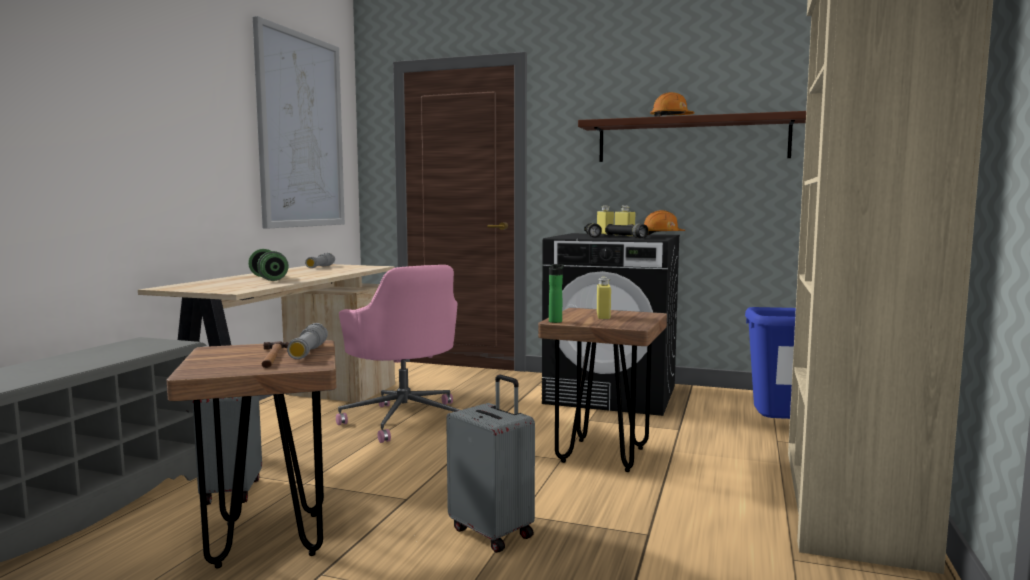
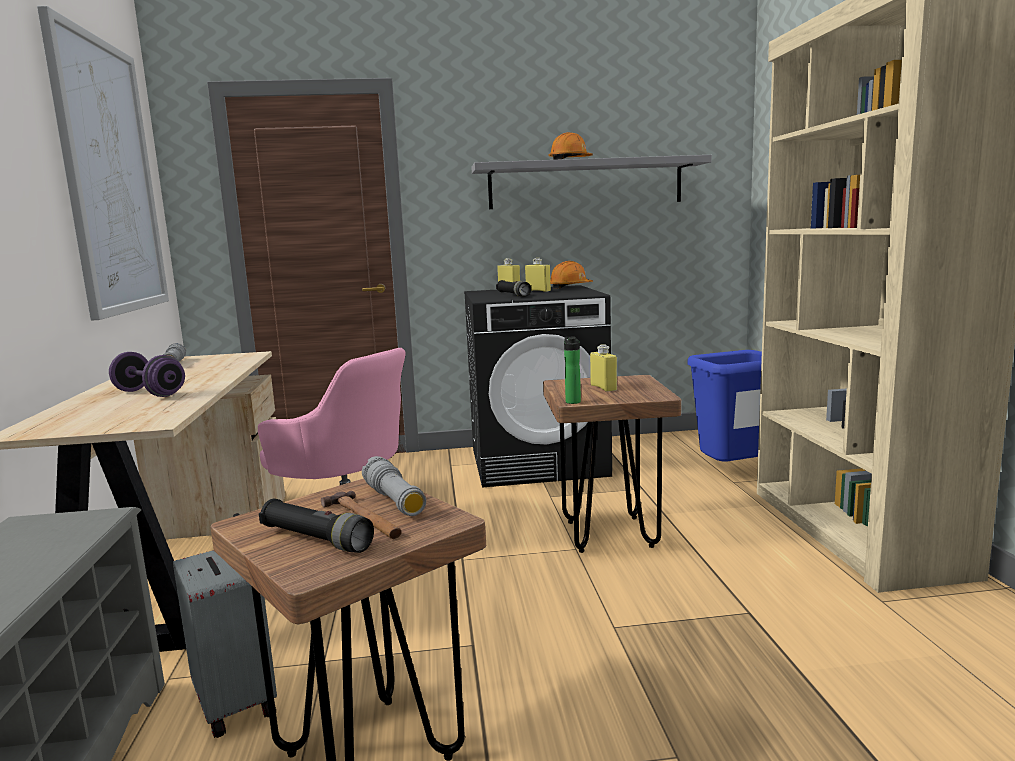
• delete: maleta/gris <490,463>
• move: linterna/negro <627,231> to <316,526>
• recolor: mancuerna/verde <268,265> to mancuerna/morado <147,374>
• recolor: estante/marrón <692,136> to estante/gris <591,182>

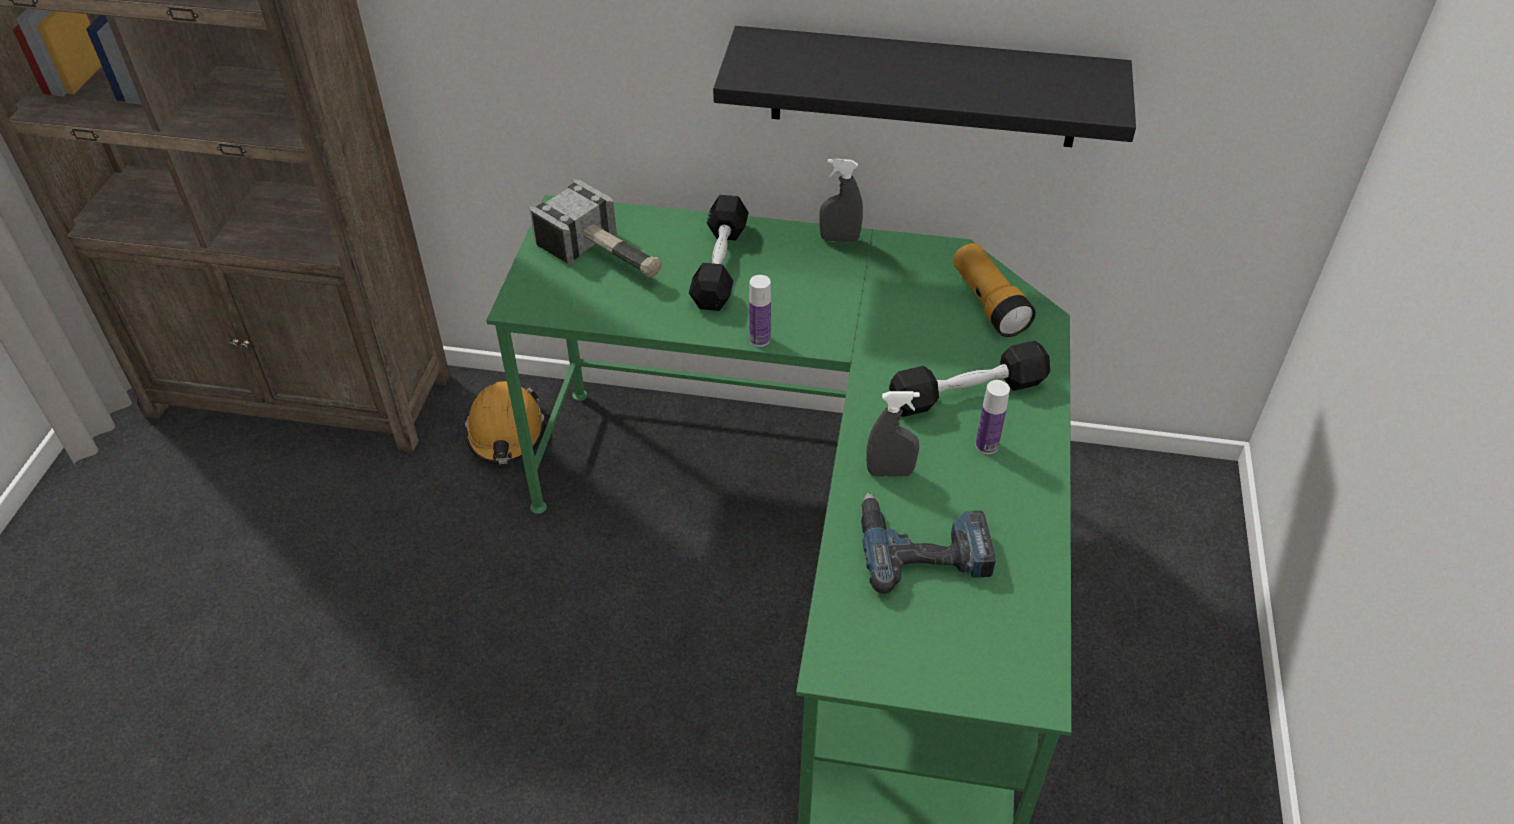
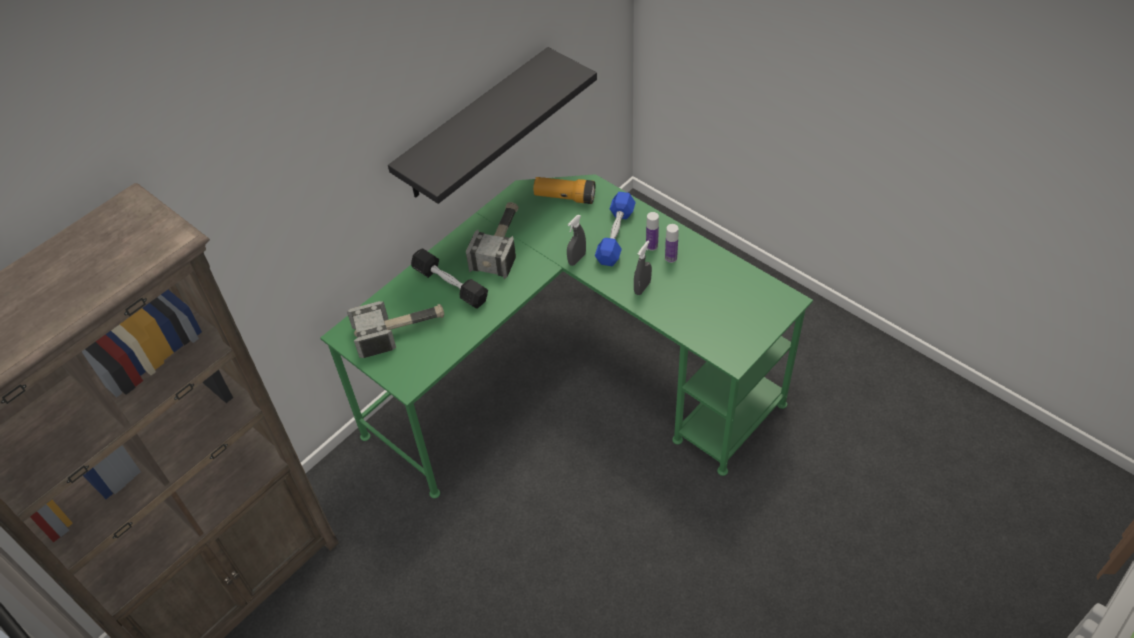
• delete: casco/naranja <504,422>
• delete: taladro <928,543>
• insert: martillo <492,240>
• move: botella <760,311> to <672,243>
• move: pulverizador/gris <841,200> to <576,240>
• recolor: mancuerna/negro <969,379> to mancuerna/azul <615,229>

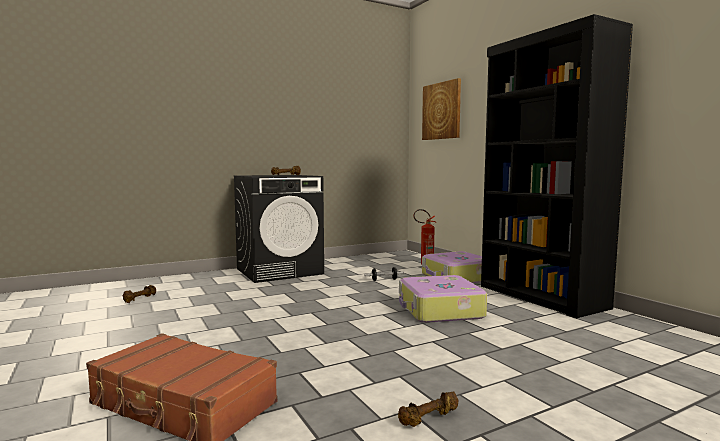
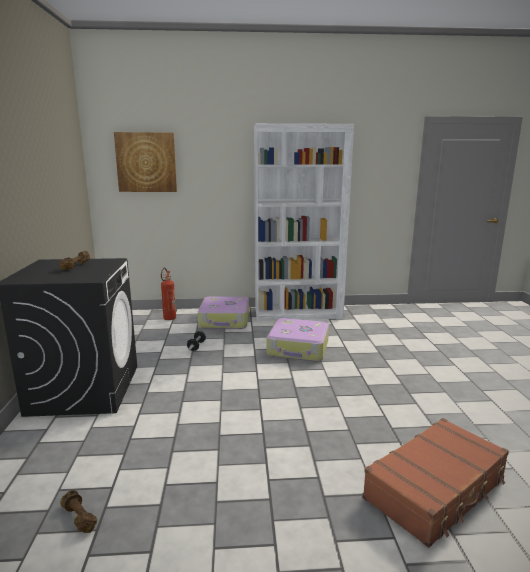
• delete: mancuerna/marrón <428,409>
• recolor: estantería/negro <557,166> to estantería/blanco <304,222>

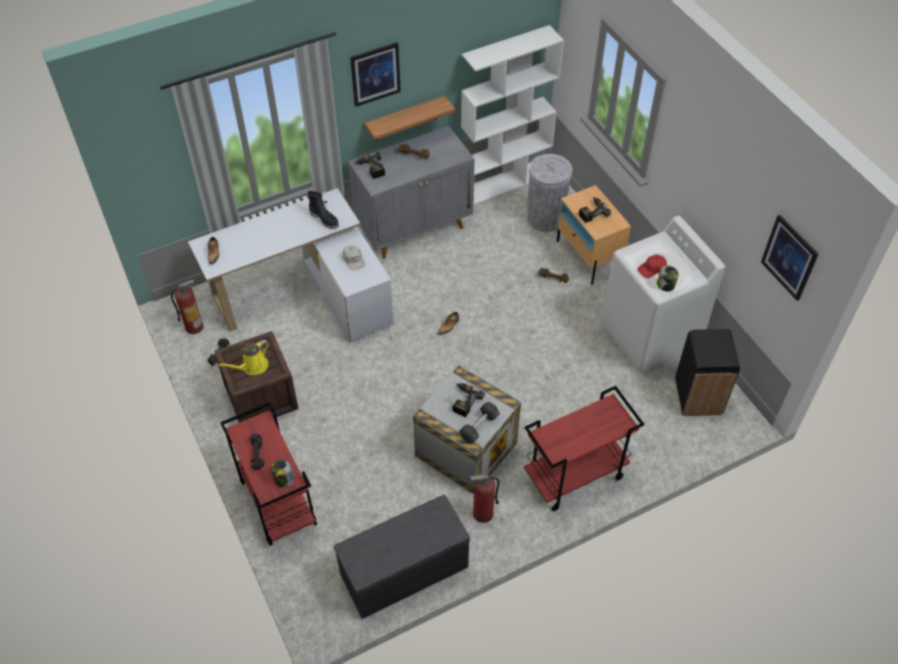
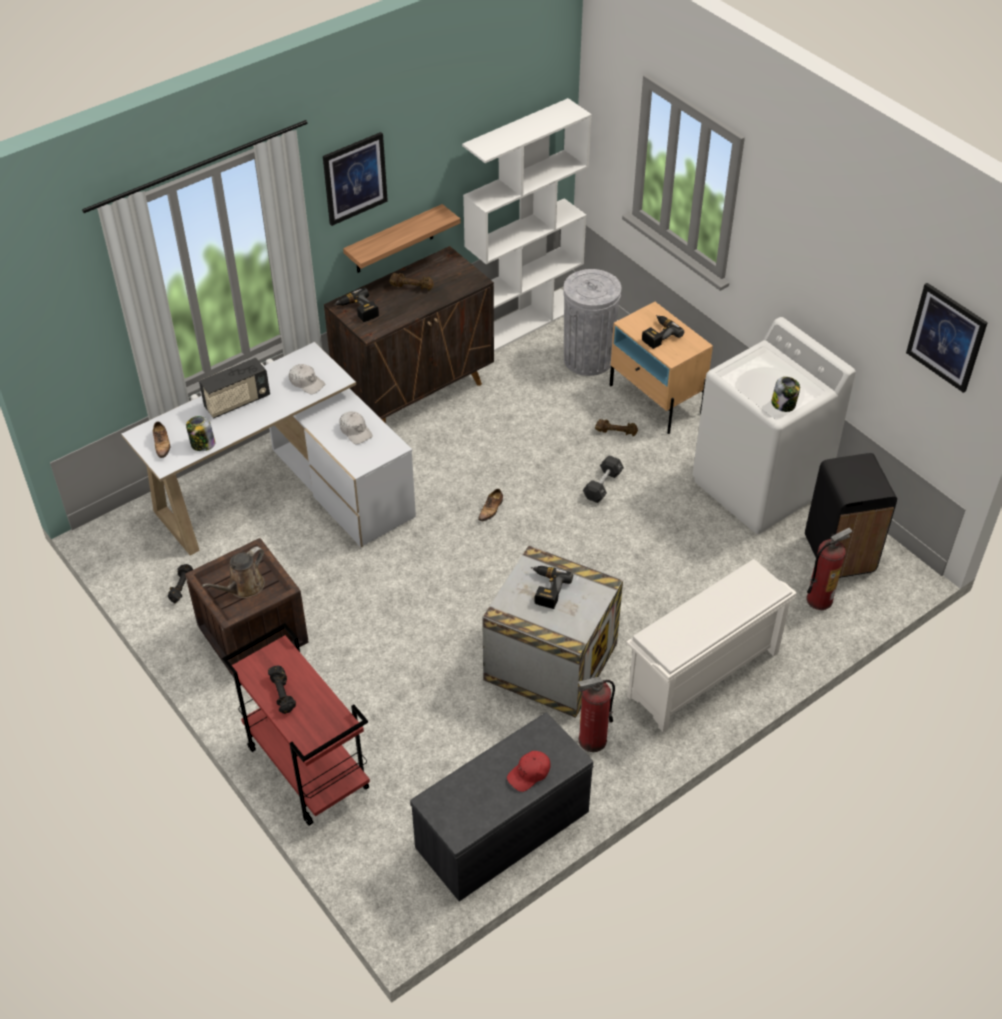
• insert: radio <234,388>
• move: extintor <187,307> to <830,569>
• move: tarro <283,474> to <200,433>
• move: mancuerna/negro <479,422> to <603,479>
• move: gorra/rojo <652,266> to <529,771>
• replace: bota/negro <323,210> to gorra/blanco <307,379>
• replace: carrito/rojo <584,449> to zapatero/blanco <711,645>
• recolor: regadera/amarillo <244,357> to regadera/marrón <233,572>
• recolor: armario/gris <411,192> to armario/marrón <409,334>

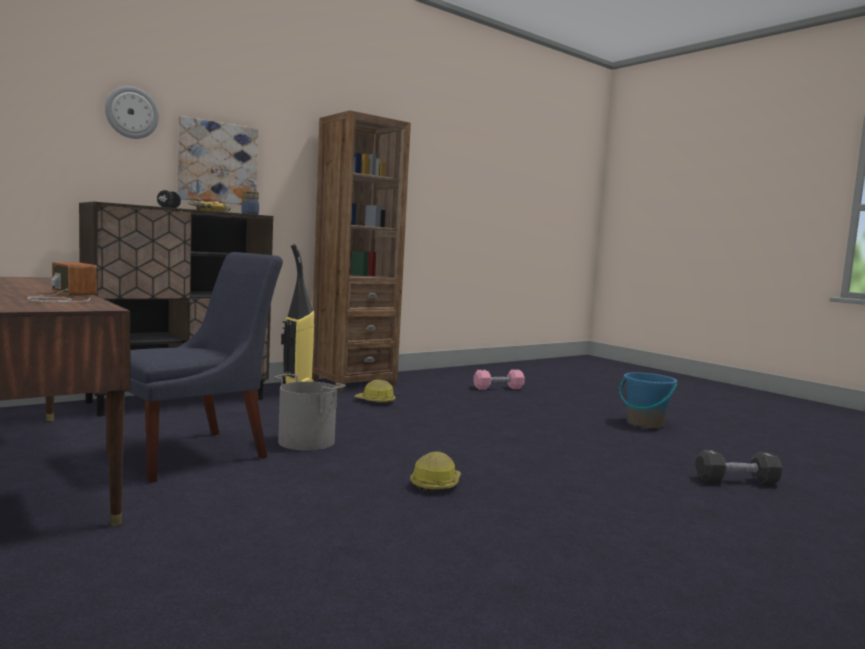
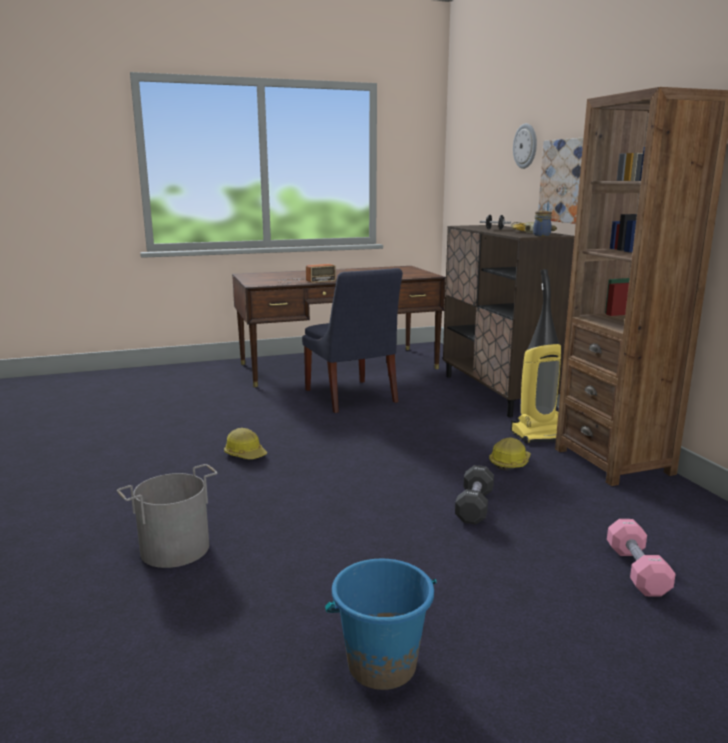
• move: cubo/gris <310,412> to <167,516>
• move: mancuerna/negro <739,467> to <474,494>

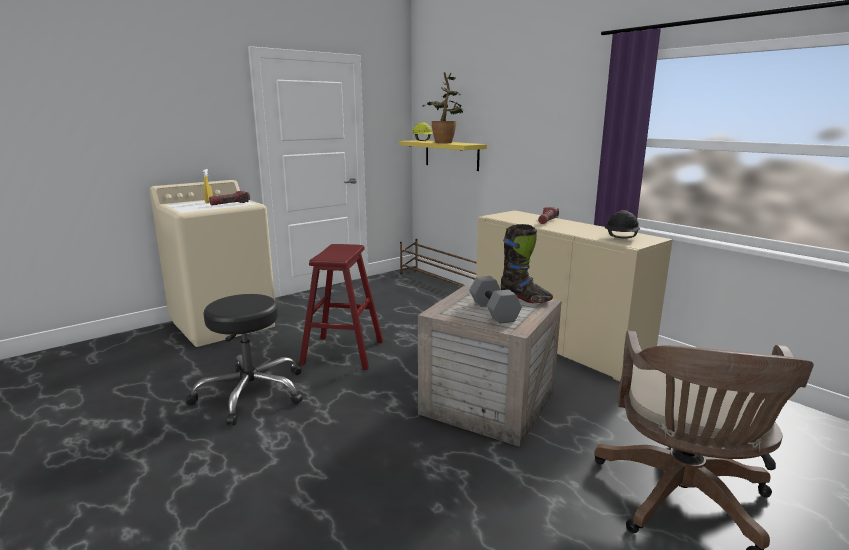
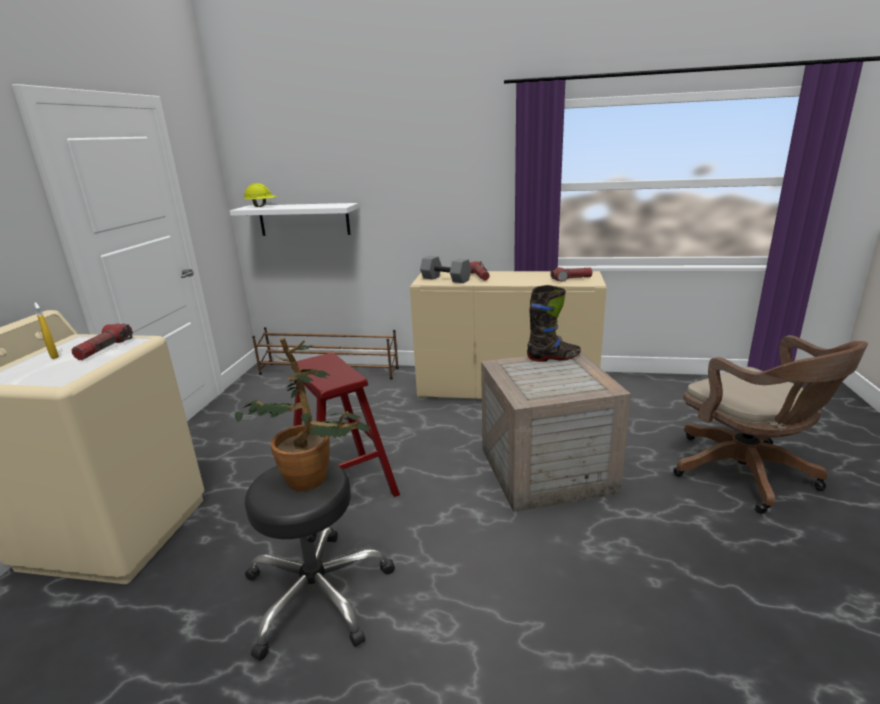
• move: planta en maceta <442,107> to <303,414>
• move: mancuerna/gris <496,300> to <445,269>
• replace: casco/negro <622,224> to linterna <571,274>
• recolor: estante/amarillo <443,155> to estante/blanco <294,219>

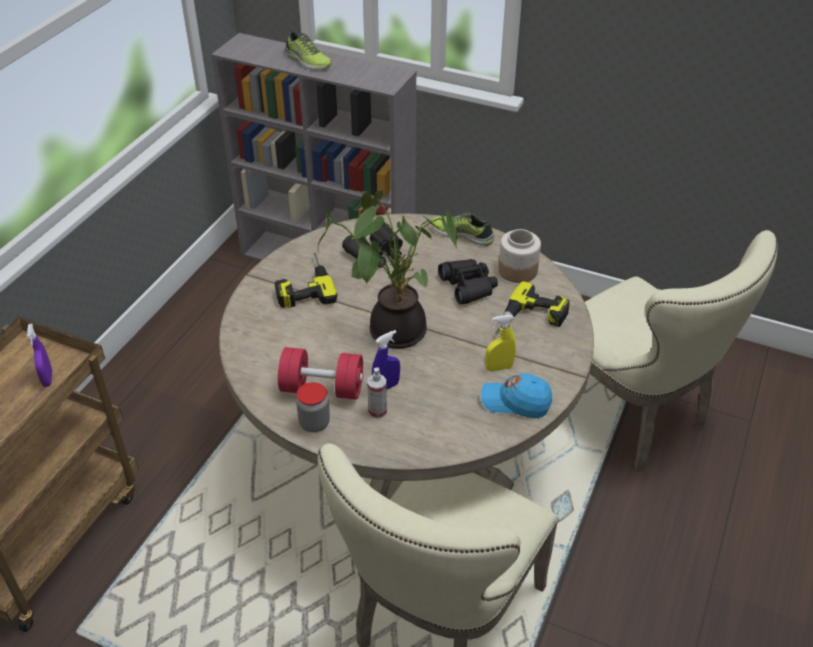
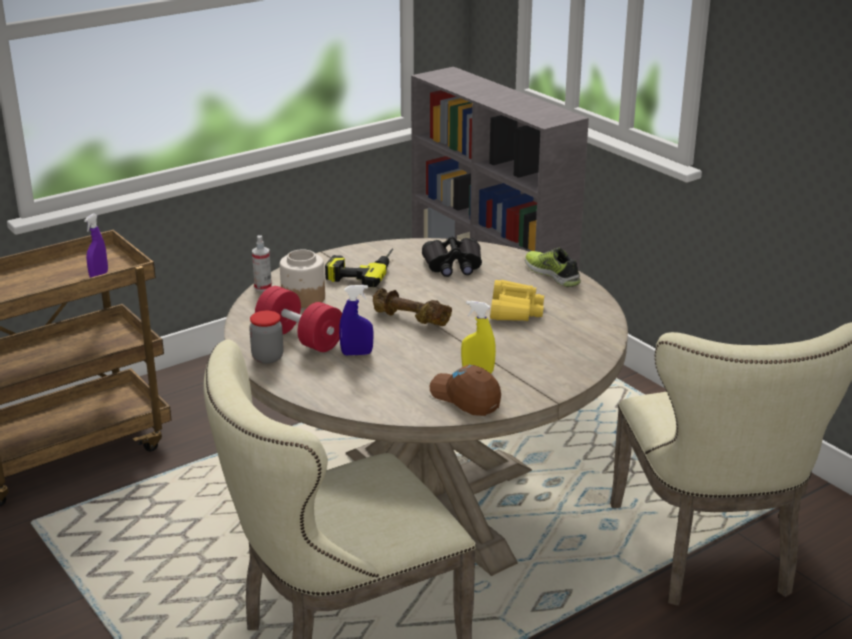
• delete: zapato <308,50>
• delete: taladro <533,307>
• move: pulverizador <377,392> to <262,263>
• move: tarro <519,256> to <302,278>
• replace: planta en maceta <387,269> to mancuerna/marrón <412,307>
• recolor: prismáticos/negro <468,282> to prismáticos/amarillo <517,300>
• recolor: gorra/azul <516,396> to gorra/marrón <465,390>

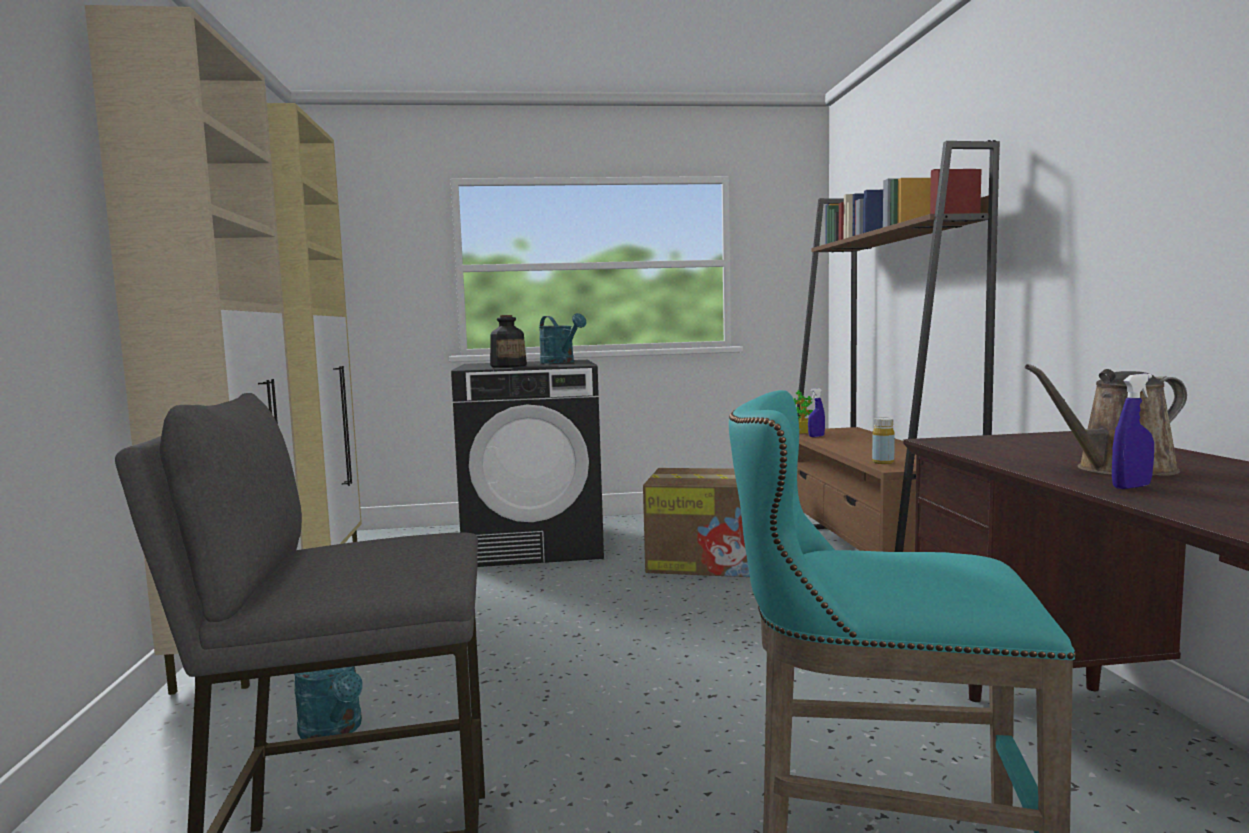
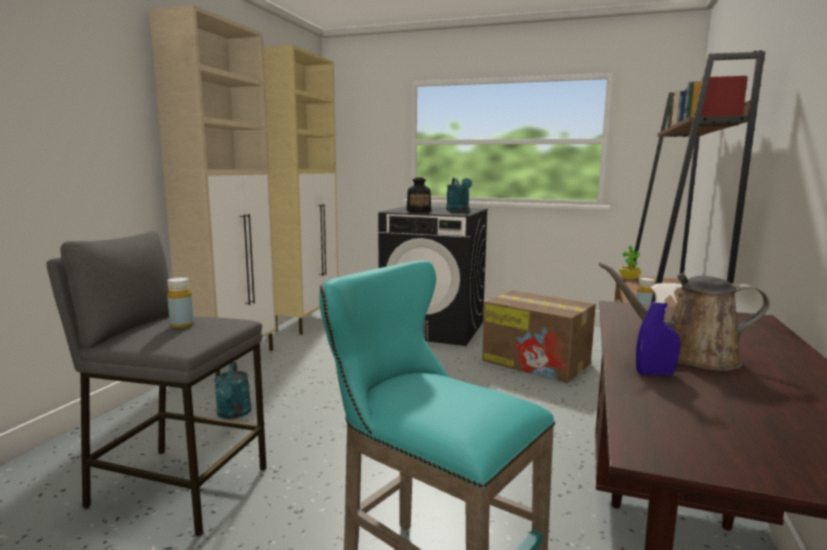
• delete: pulverizador/azul <816,412>
• insert: botella/amarillo <180,302>

